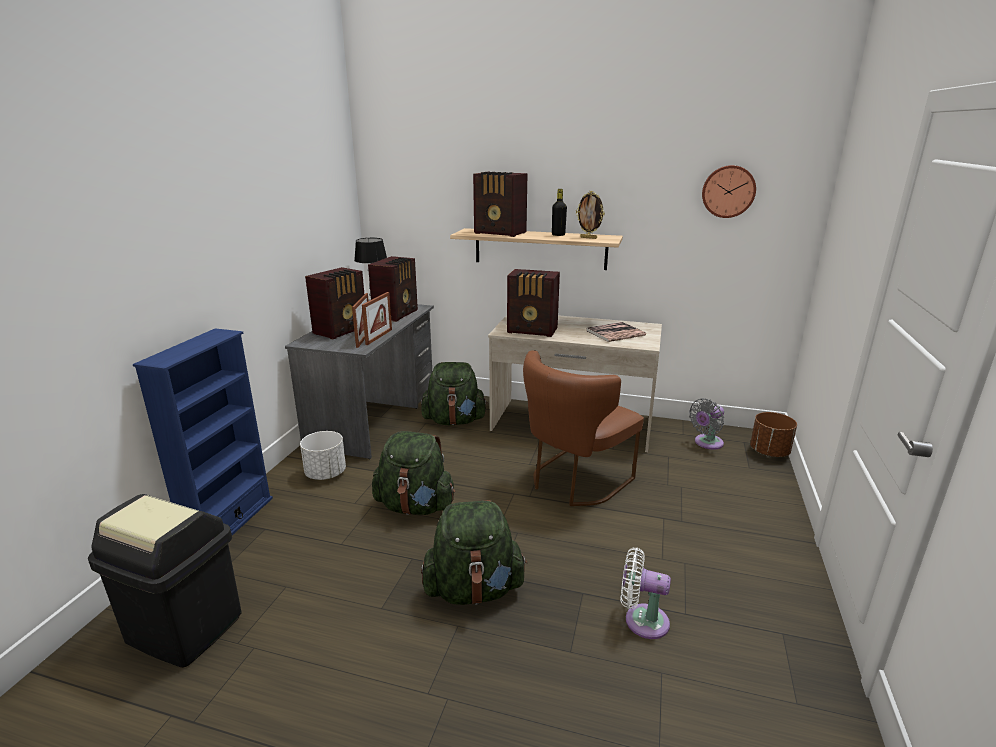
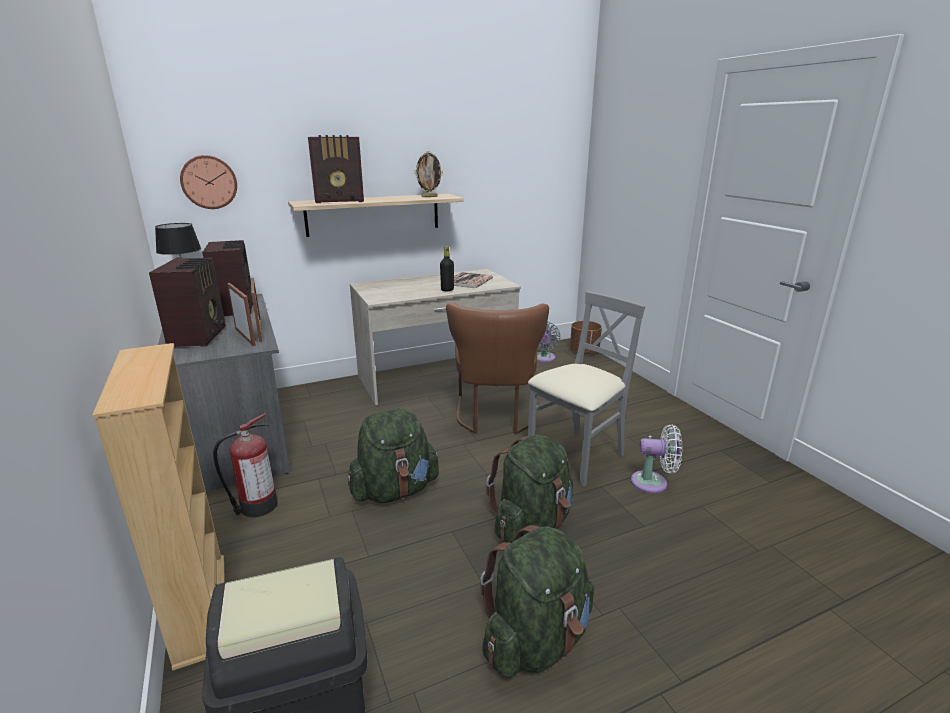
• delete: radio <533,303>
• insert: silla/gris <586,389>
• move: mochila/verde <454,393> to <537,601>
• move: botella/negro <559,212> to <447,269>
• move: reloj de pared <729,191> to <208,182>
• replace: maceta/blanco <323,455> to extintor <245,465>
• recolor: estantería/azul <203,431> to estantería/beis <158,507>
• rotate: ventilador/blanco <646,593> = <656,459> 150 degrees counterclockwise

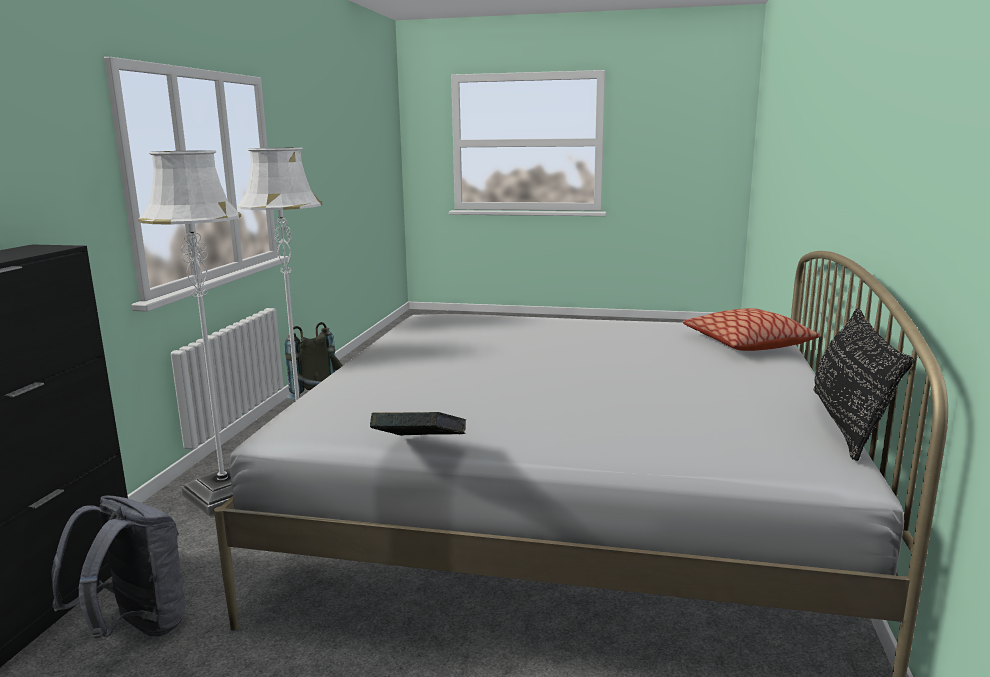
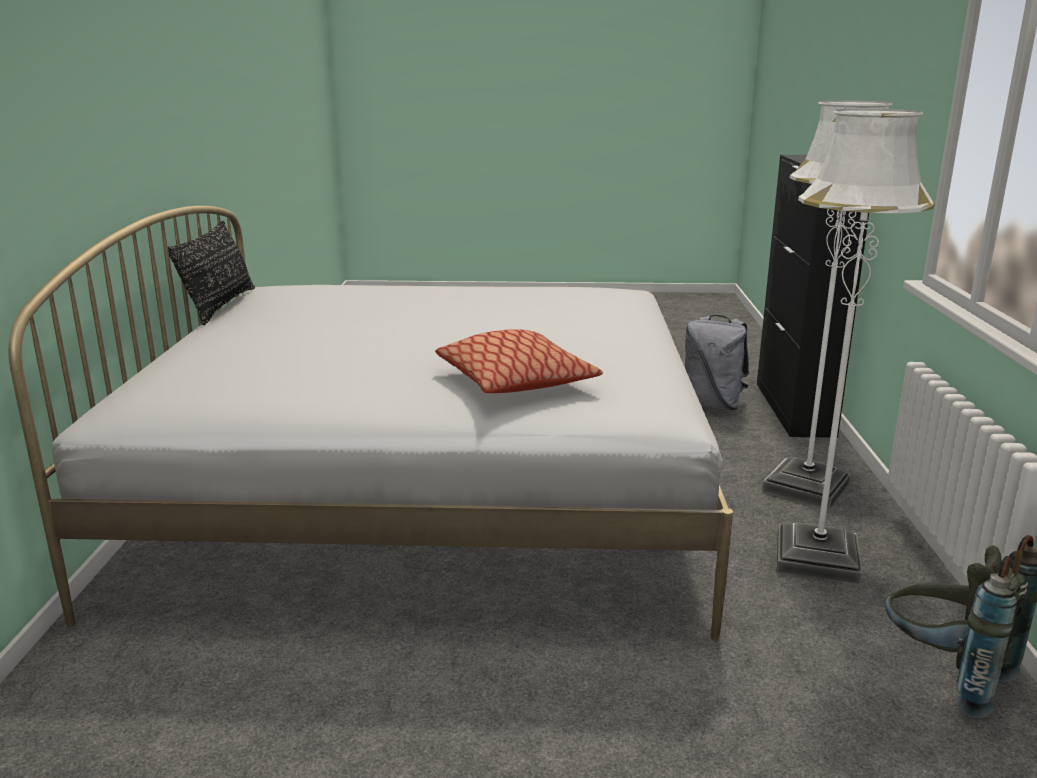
• delete: libro <418,424>
• move: cojín <751,329> to <519,361>

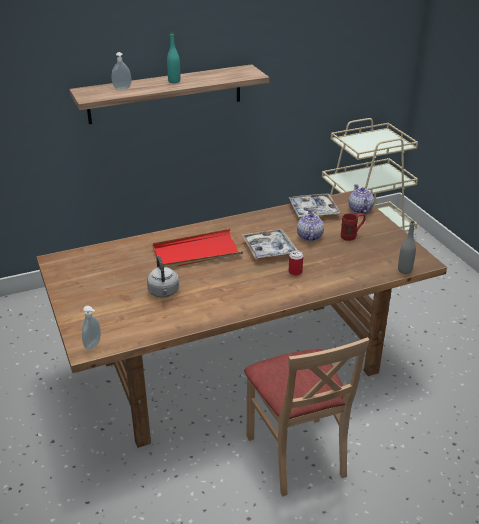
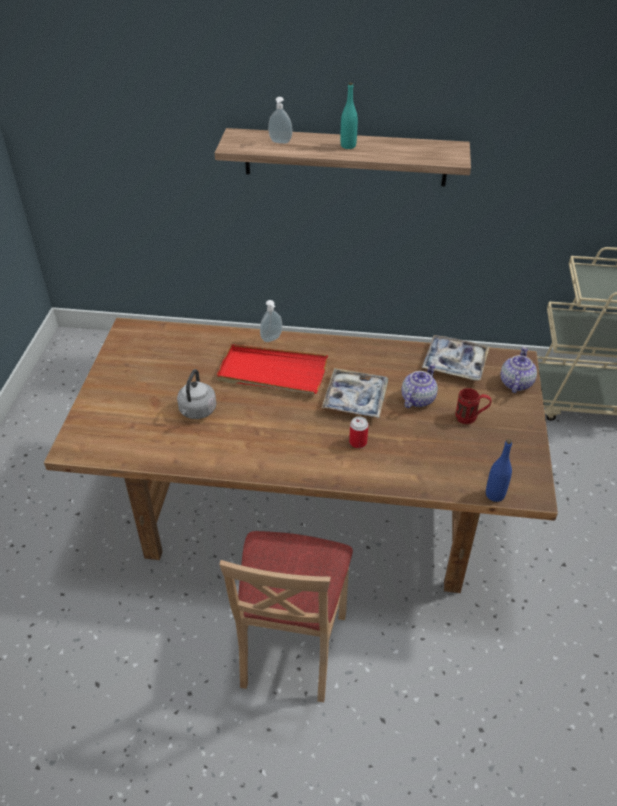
• move: dispensador de jabón <91,328> to <271,321>
• recolor: botella/gris <407,247> to botella/azul <499,470>

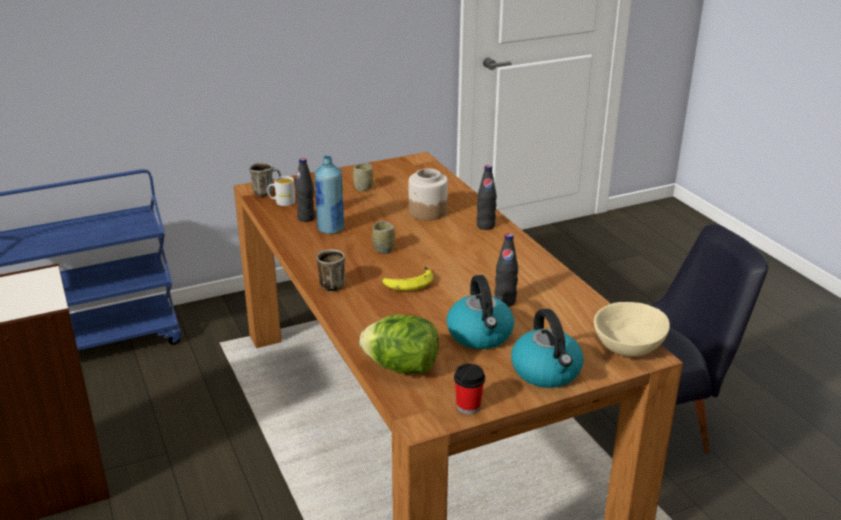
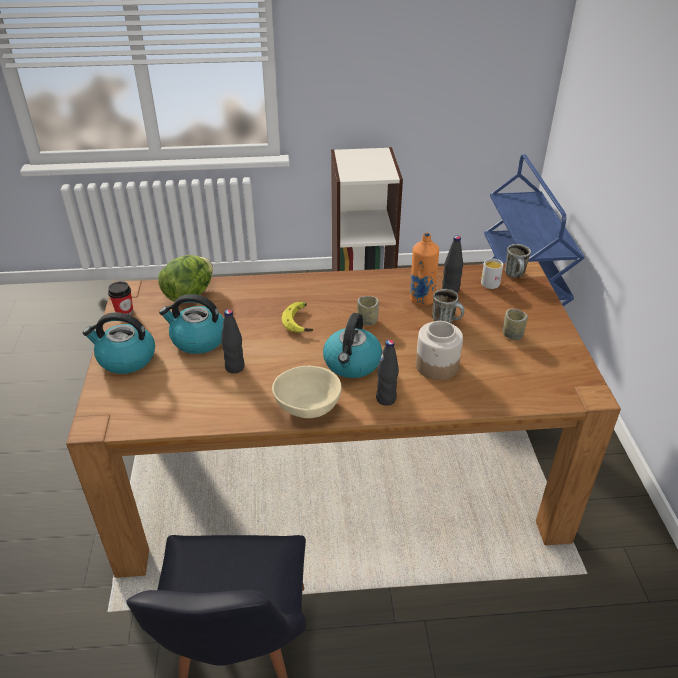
• insert: hervidor <352,345>
• move: taza grande <330,270> to <448,306>
• move: cuenco/beis <632,329> to <307,392>
• recolor: botella/azul <329,194> to botella/naranja <424,269>

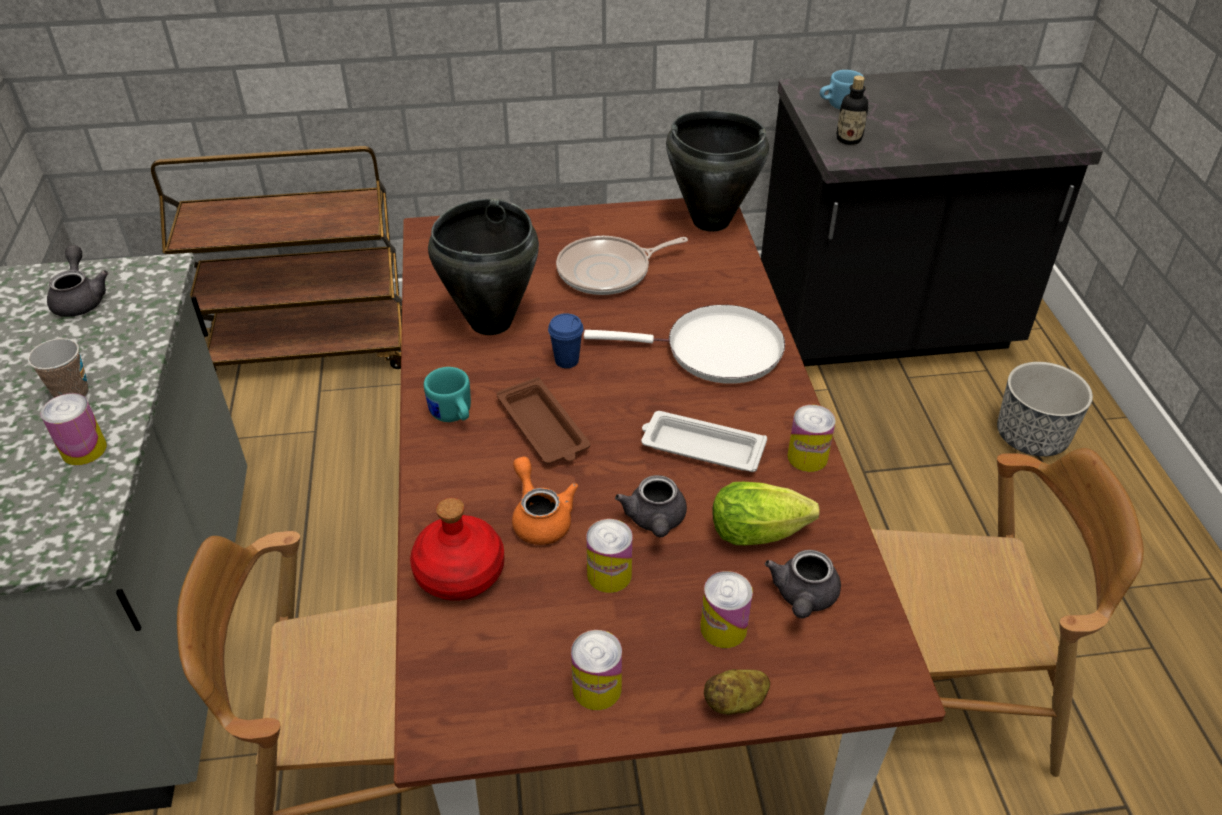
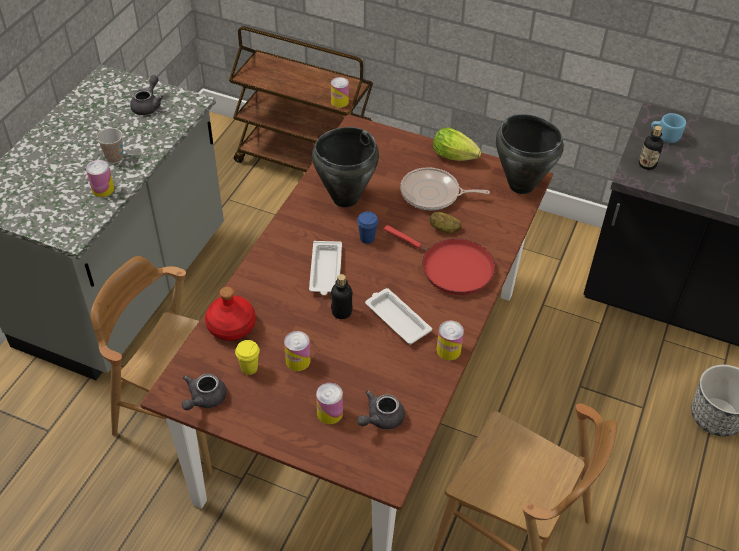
• delete: taza grande/turquesa <447,394>
• delete: tetera/naranja <545,501>
• insert: taza/amarillo <247,357>
• insert: botella <342,296>
• move: lata <596,670> to <340,92>
• move: tetera/gris <651,506> to <204,392>
• move: patata <737,692> to <445,222>
• move: lechuga <766,513> to <457,144>
• recolor: bandeja/marrón <543,420> to bandeja/blanco <325,268>
• recolor: sartén/blanco <684,344> to sartén/rojo <439,260>

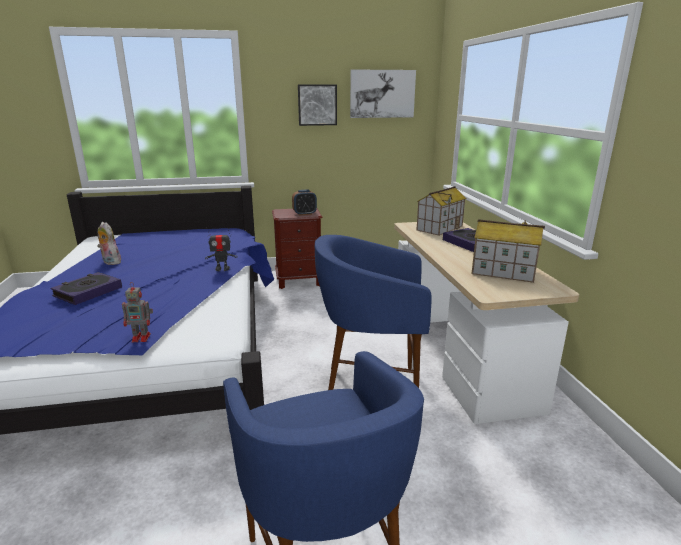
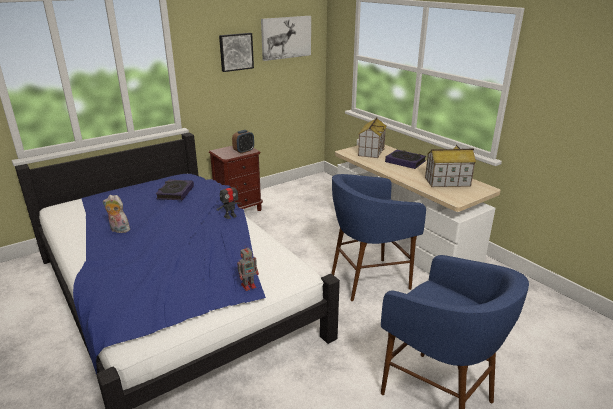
• move: libro <86,288> to <175,190>

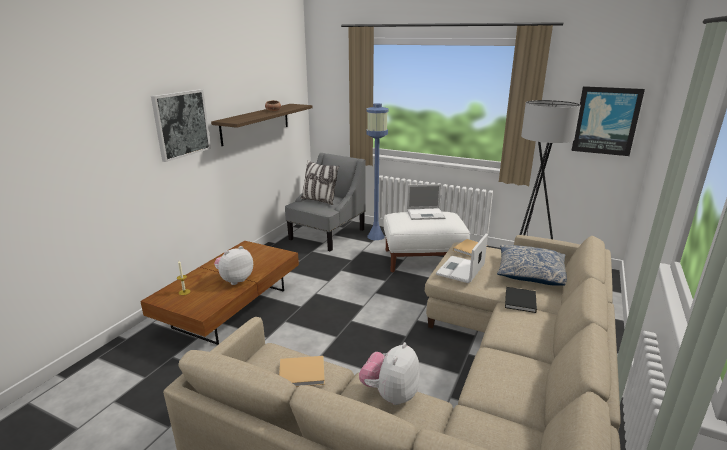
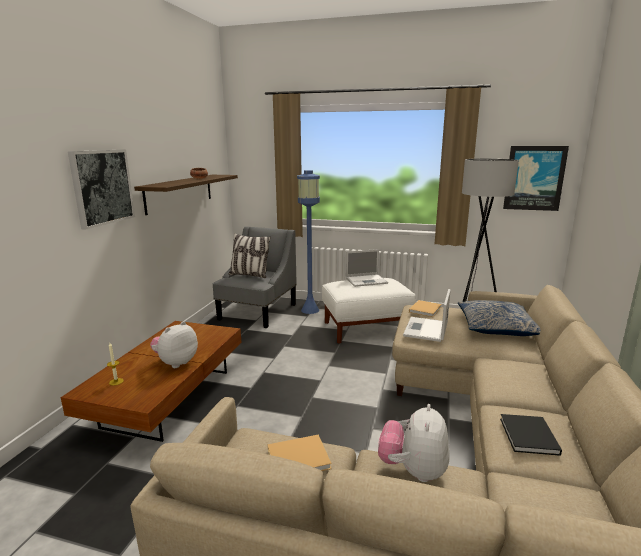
• move: libro/negro <521,300> to <531,435>

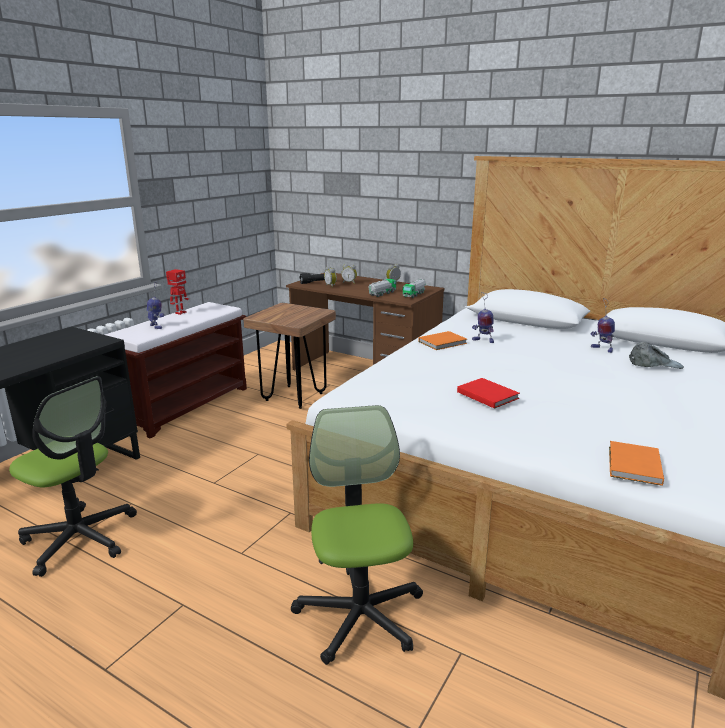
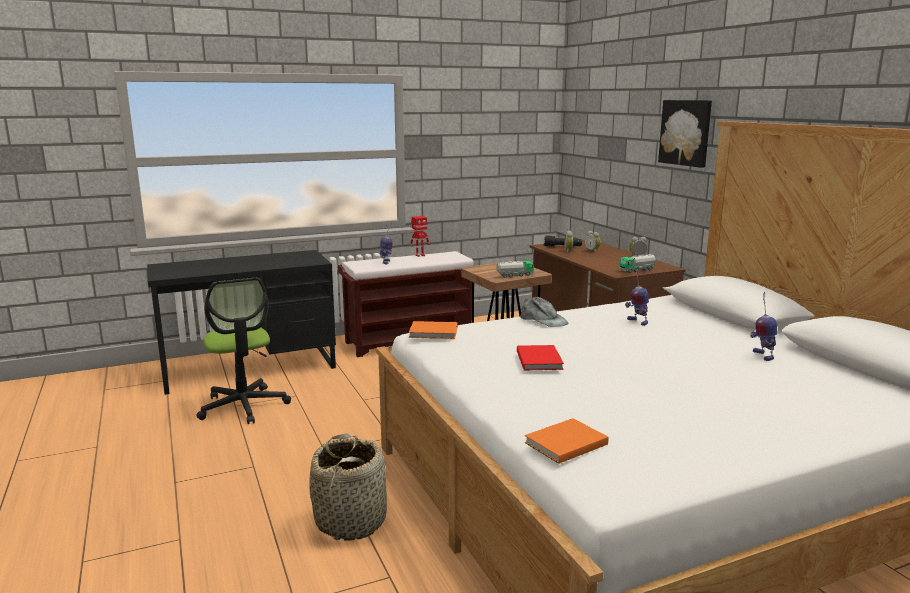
• insert: cuadro <685,134>
• move: camión de juguete <382,288> to <515,269>
• move: libro/naranja <443,340> to <433,330>
• move: gorra/gris <656,355> to <544,312>
• replace: silla de oficina <357,535> to cesta <348,487>

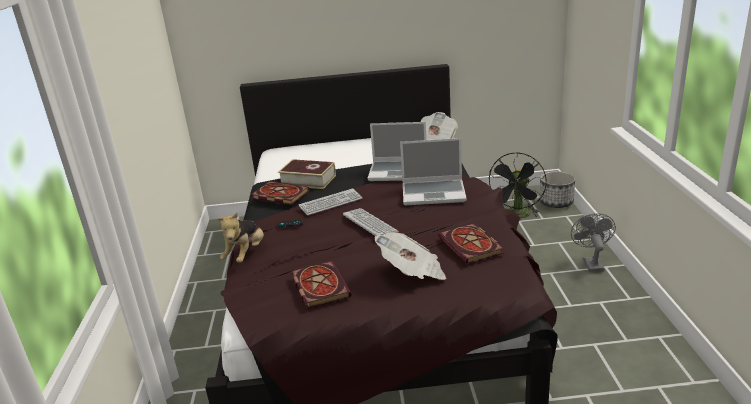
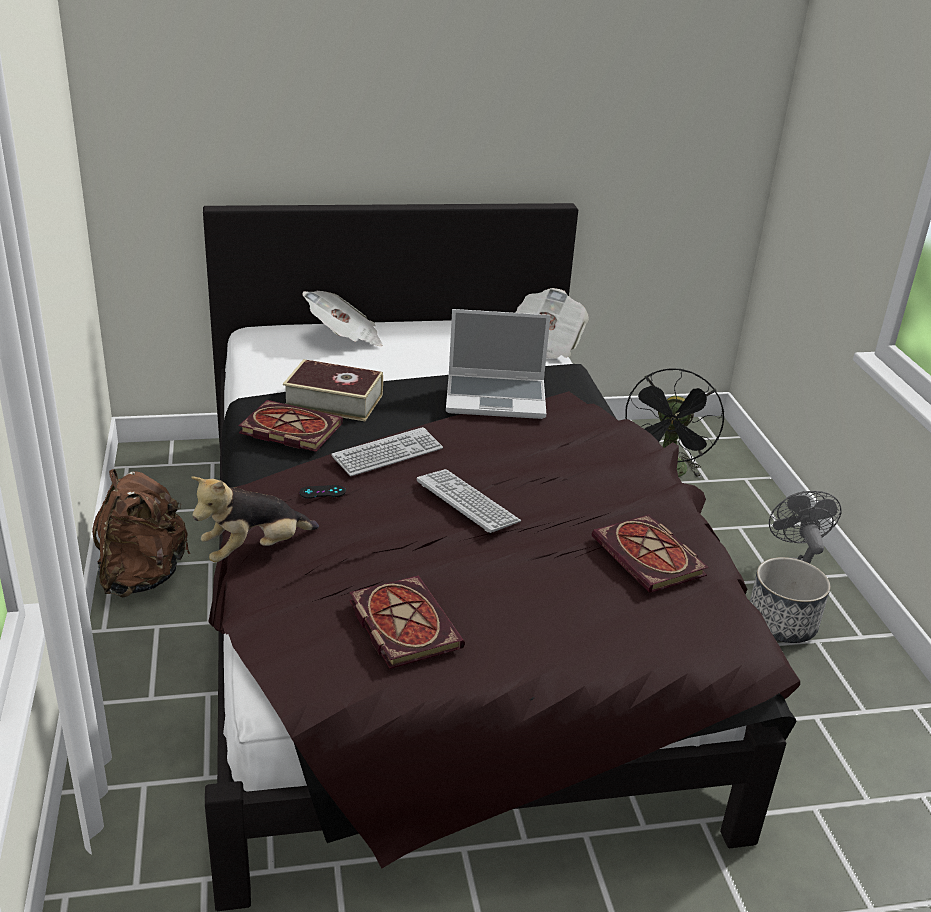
• delete: portátil <433,171>
• insert: mochila/marrón <141,533>
• move: periódico <410,256> to <343,318>
• move: maceta <557,189> to <790,600>
• rotate: peluche <241,237> = <255,519> 45 degrees clockwise

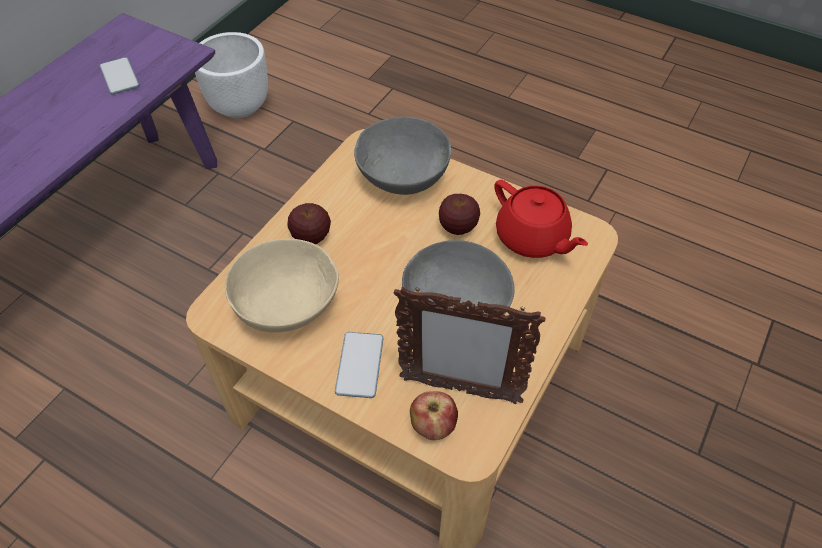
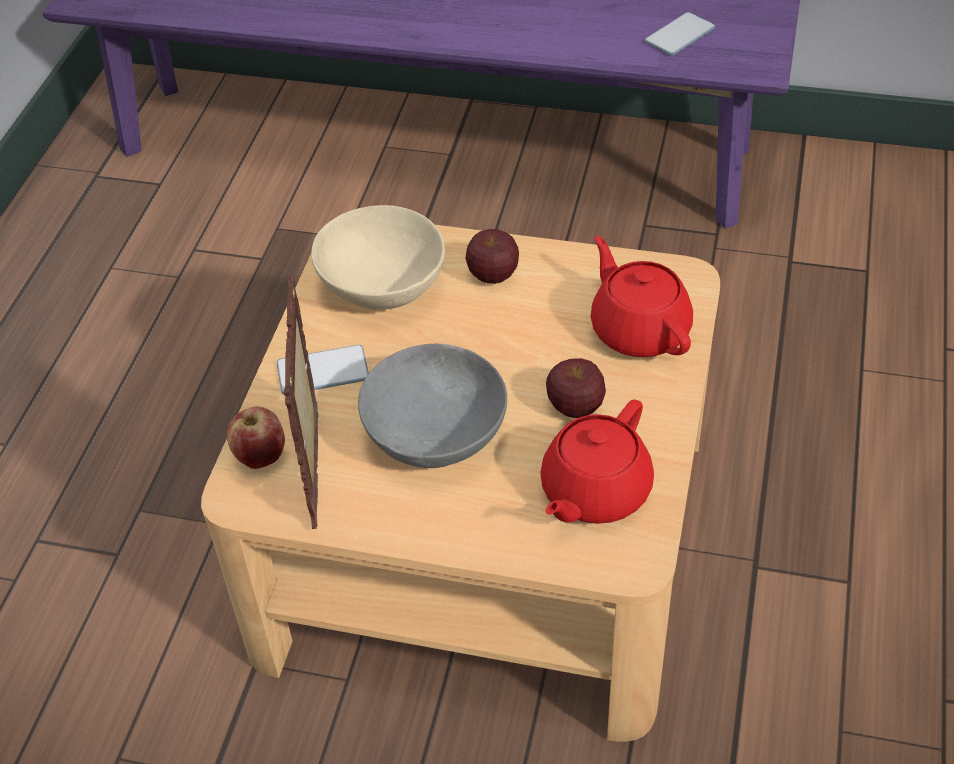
• delete: maceta/blanco <231,75>
• replace: cuenco/gris <402,156> to tetera/rojo <642,296>

